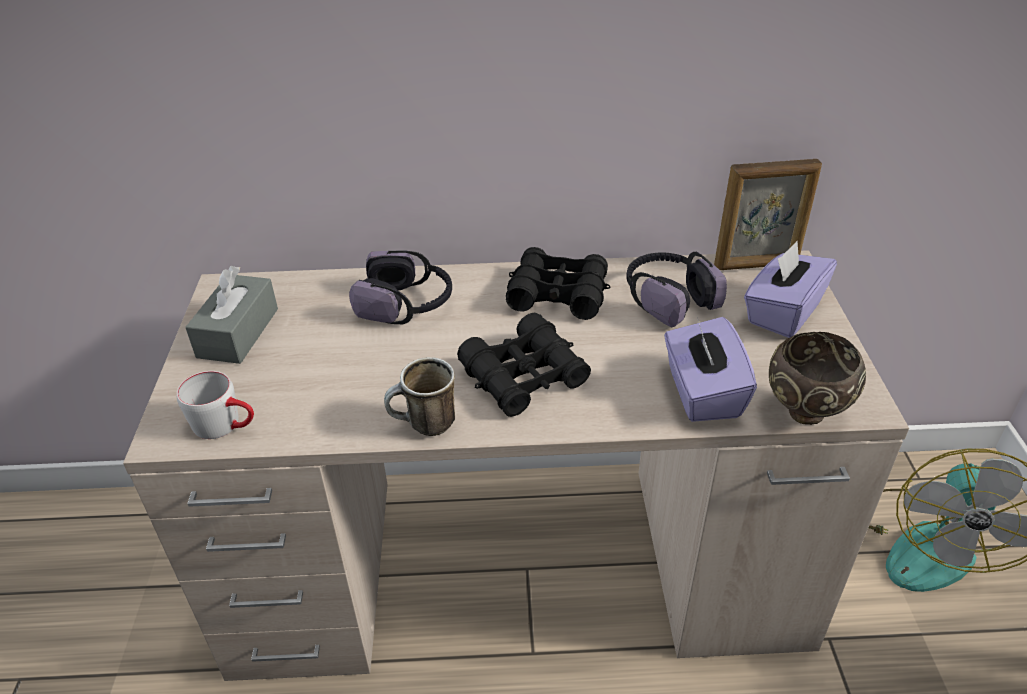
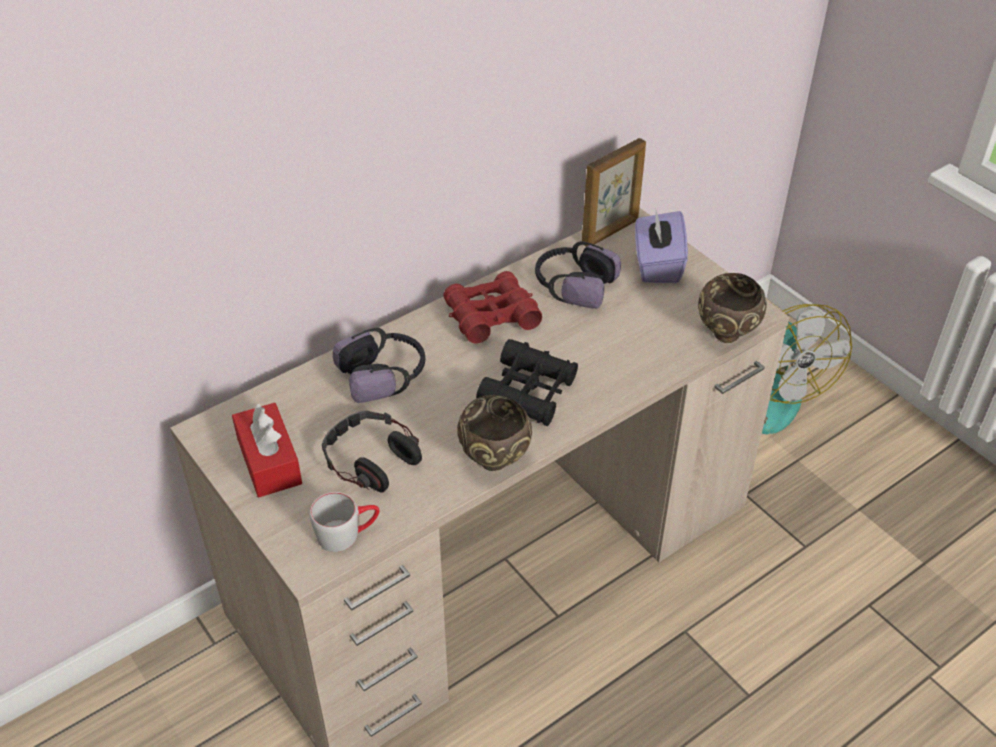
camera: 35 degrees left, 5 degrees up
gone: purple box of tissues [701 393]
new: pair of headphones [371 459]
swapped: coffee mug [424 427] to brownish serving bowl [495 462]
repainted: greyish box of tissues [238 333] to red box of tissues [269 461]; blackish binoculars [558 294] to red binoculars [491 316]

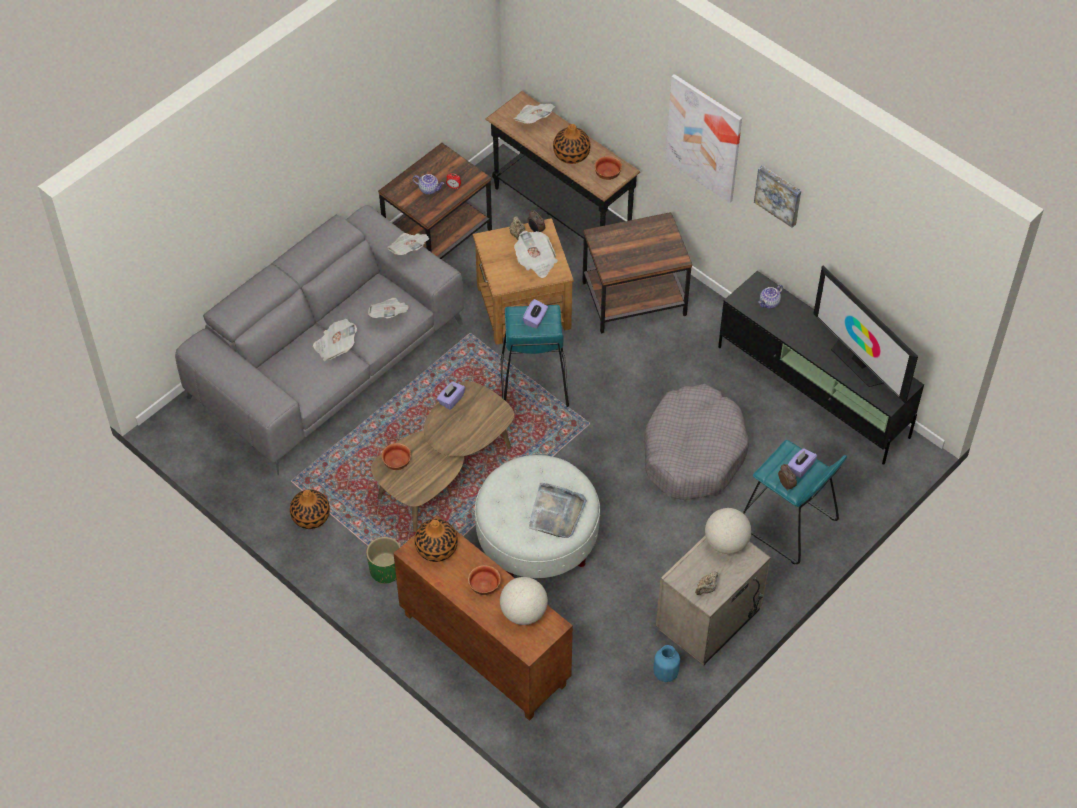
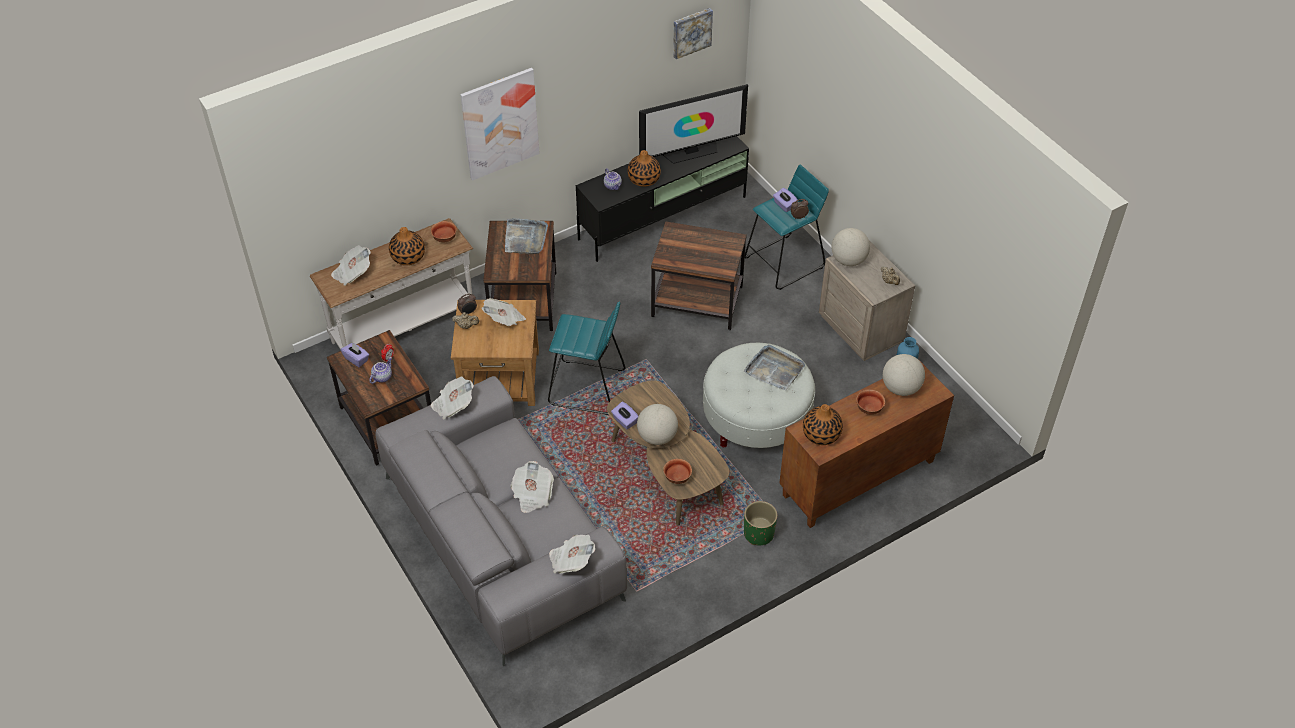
camera: 75 degrees left, 5 degrees down
new: greyish tray [525 238]; world globe [657 437]
shifted: purple box of tissues [535 319] to [356 359]; newspaper [389 315] to [571 560]; flower vase [311 516] to [644 179]; wall picture [779 195] to [691 32]
swapped: greyish pet bed [693 452] to brownish side table [697 301]
repainted: blackish narrow table [560 214] to white narrow table [404 329]

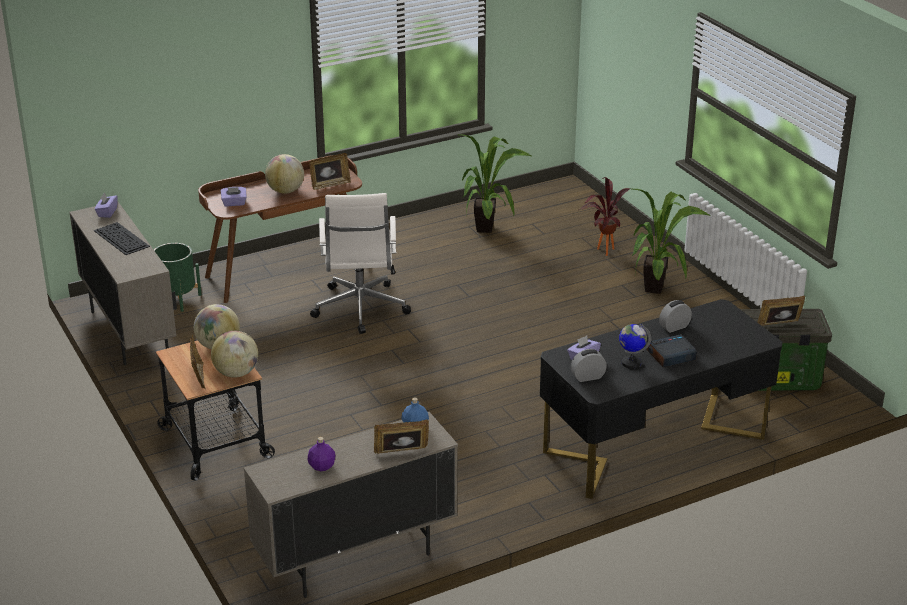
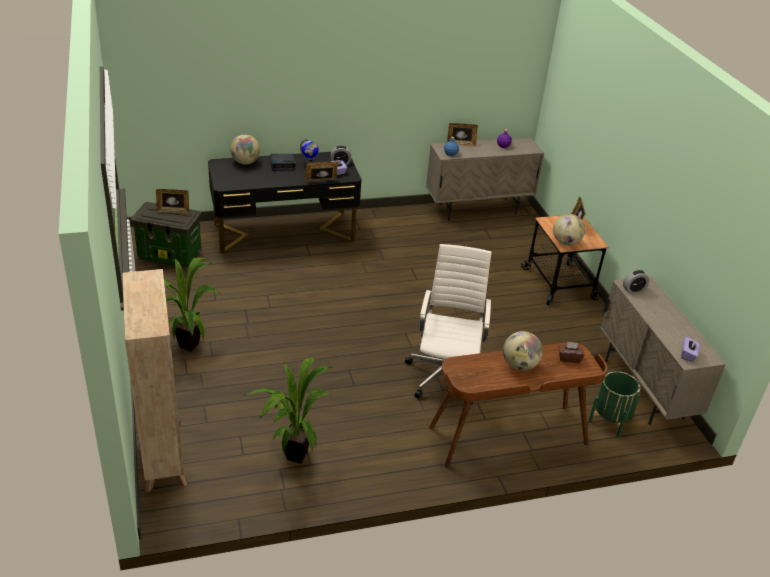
camera: 170 degrees left, 5 degrees up
gone: computer keyboard [120 238]; houseplant [601 250]
new: beige bookcase [163 453]
shifted: world globe [236 373] to [245 162]; photo frame [330 185] to [321 182]; table clock [674 327] to [633 289]
repainted: purple box of tissues [234 203] to brownish box of tissues [569 358]

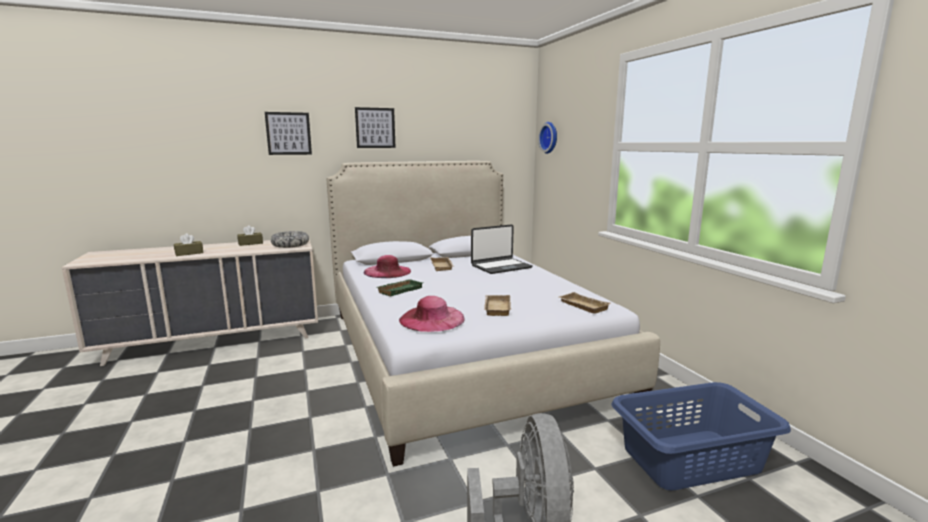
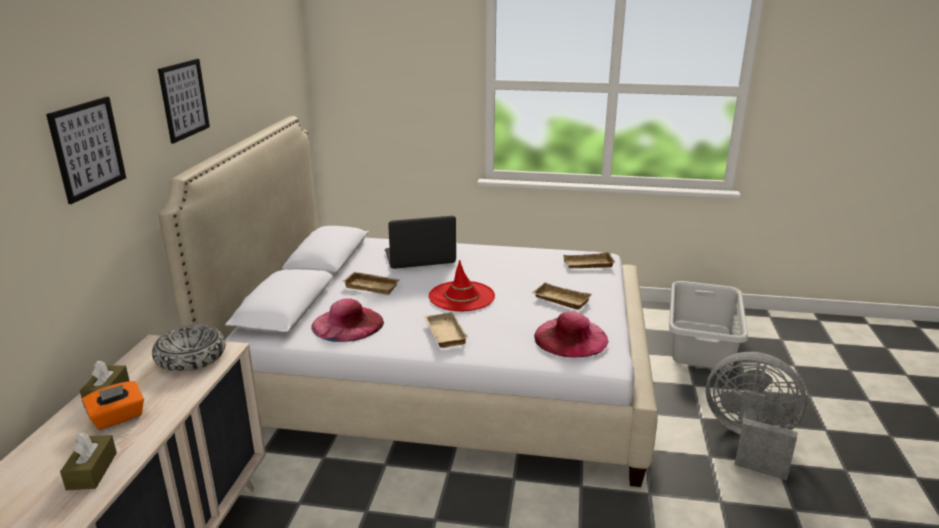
camera: 60 degrees left, 10 degrees up
gone: clock on the wall [550 137]
new: orange box of tissues [118 418]; red wearable hat [462 296]
repainted: greenish tray [399 290] to beige tray [443 333]; blue washing basket [692 459] to greyish washing basket [702 344]
rotated: portable computer [501 267] = [420 258] 105 degrees counterclockwise

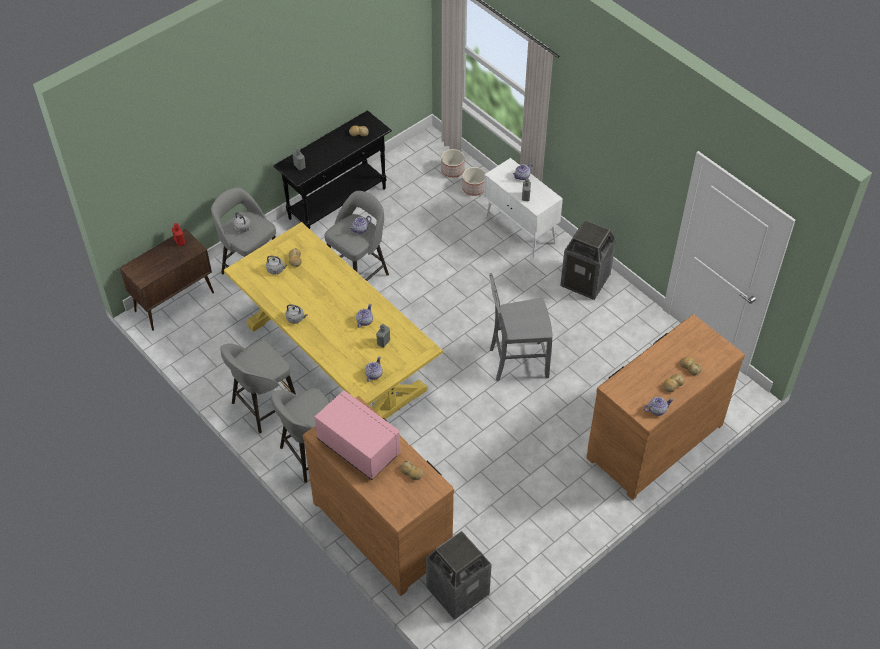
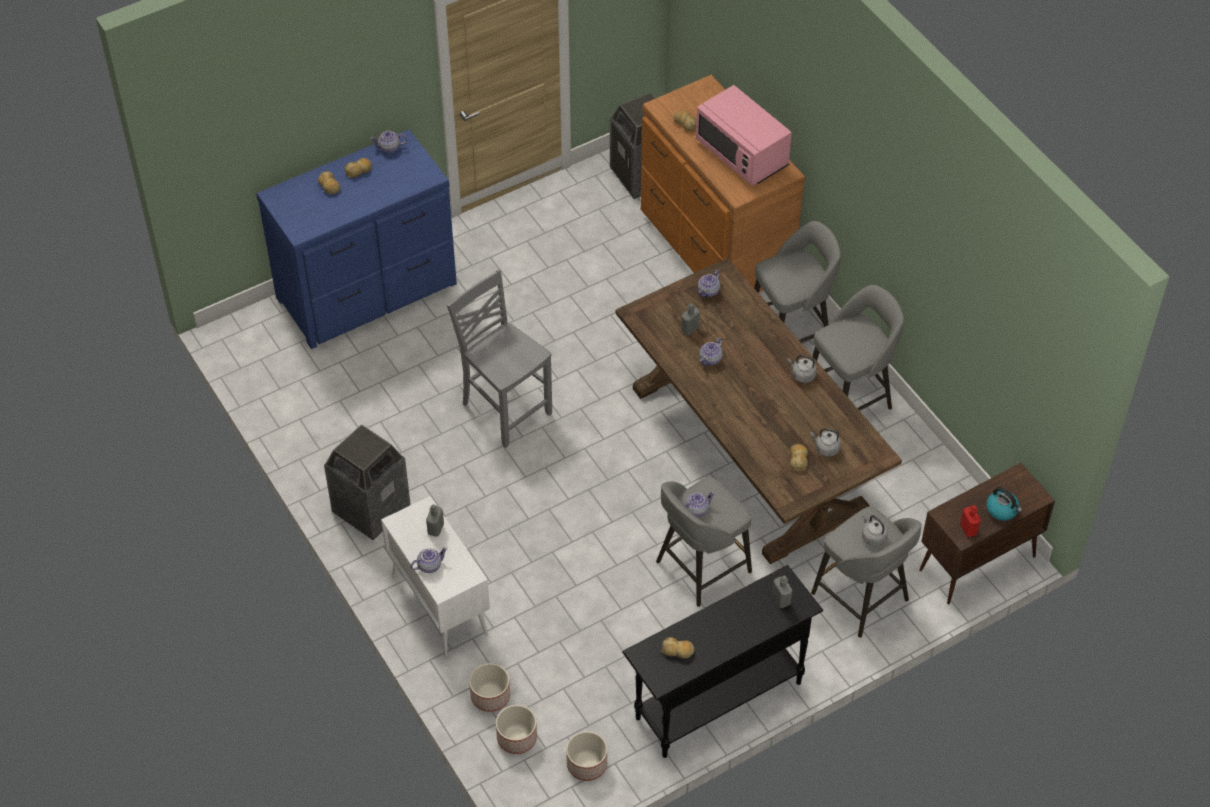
camera: 170 degrees left, 0 degrees up
new: planter [586 764]; water kettle [1002 510]
repainted: brownish dresser [652 440] to blue dresser [368 292]; yellowish kitchen table [334 357] to brownish kitchen table [750 449]
rotated: greyish chair [517 362] = [505 408] 135 degrees counterclockwise

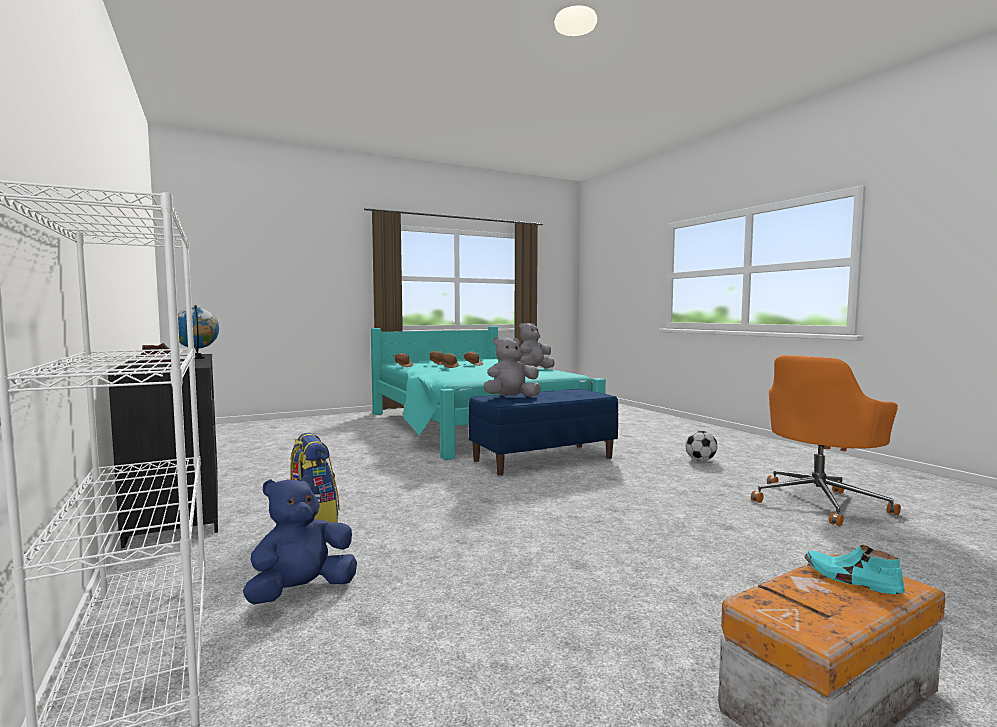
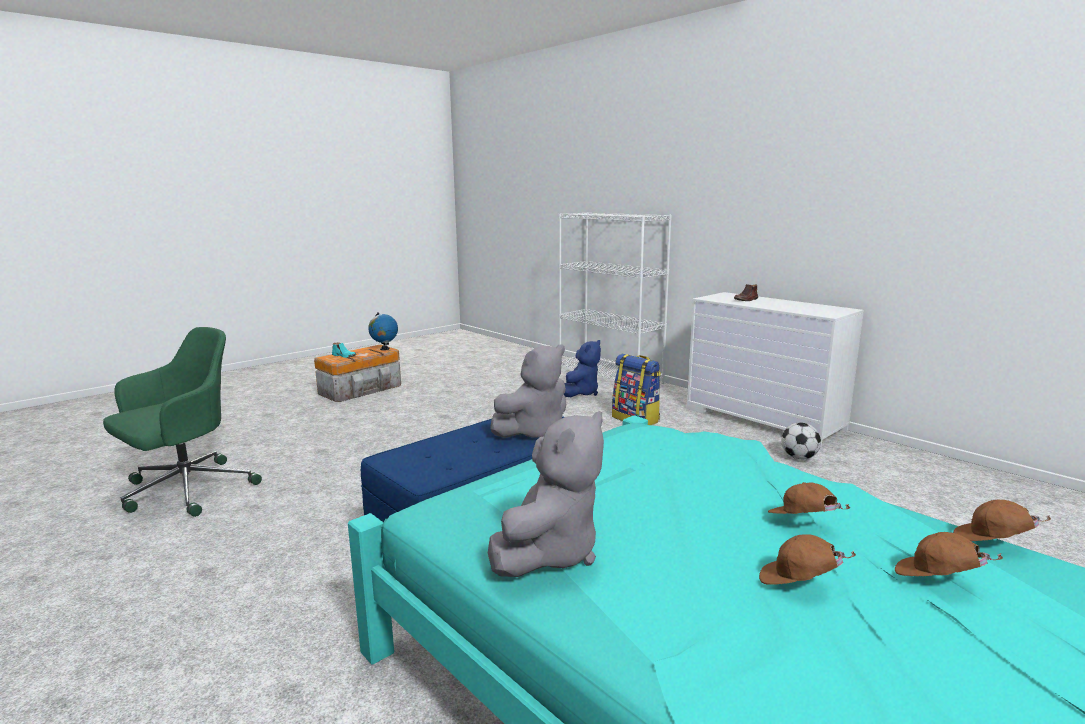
camera: 165 degrees right, 10 degrees up
shifted: world globe [197 358] to [384 349]; football [700 460] to [798 458]
repainted: orange desk chair [819 502] to greenish desk chair [186 490]; blackish dresser [176 507] to white dresser [764 419]

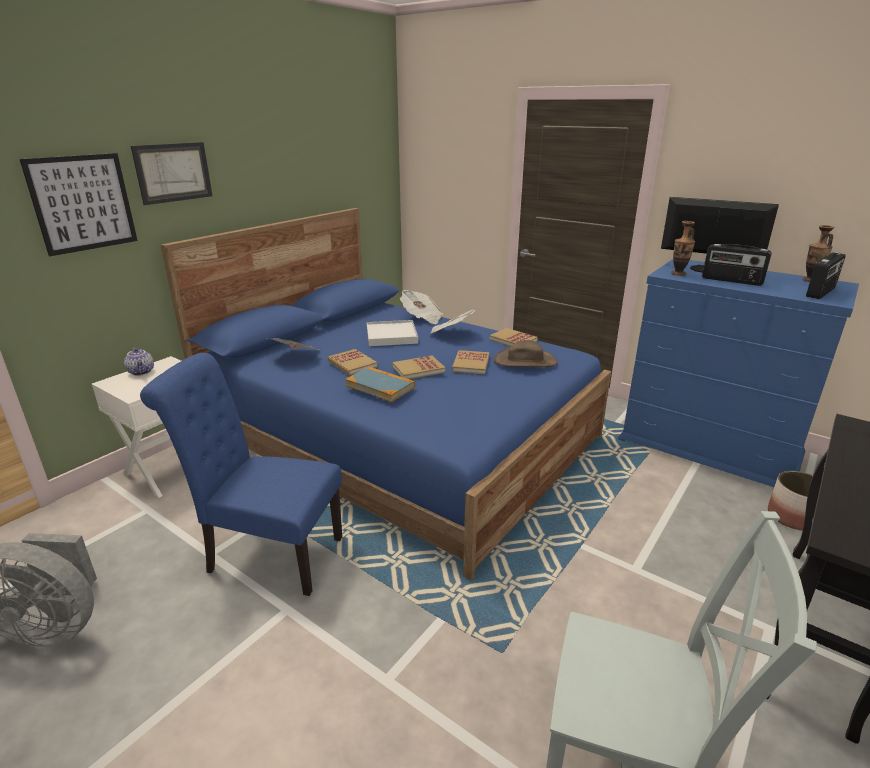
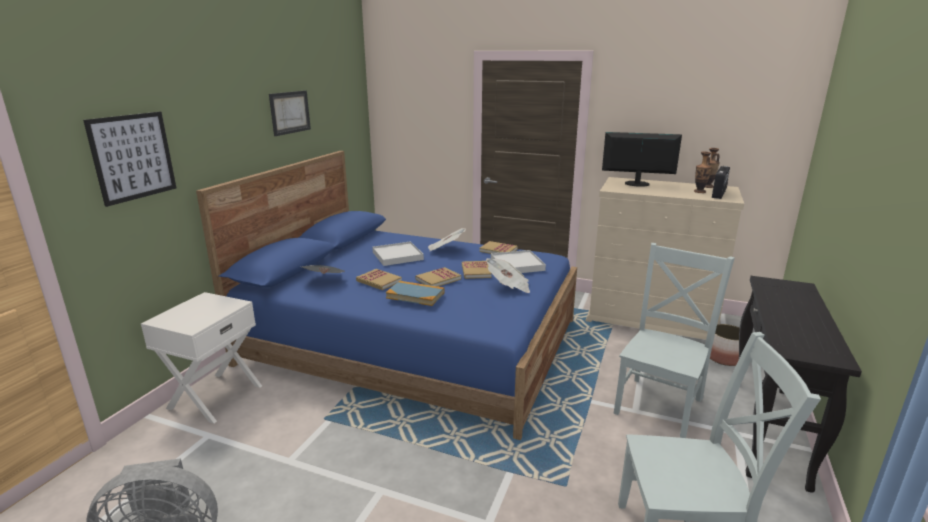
camera: 15 degrees left, 5 degrees down
gone: teapot [142 372]; blue chair [268 554]; radio set [732 281]
new: greyish chair [660 404]
shifted: wall picture [173 172] to [290 112]; newspaper [422 318] to [508 287]; flower vase [678 274] to [699 192]
swapped: brownish wearable hat [525 361] to white tray [517 264]
repainted: blue dresser [709 447] to beige dresser [652 318]

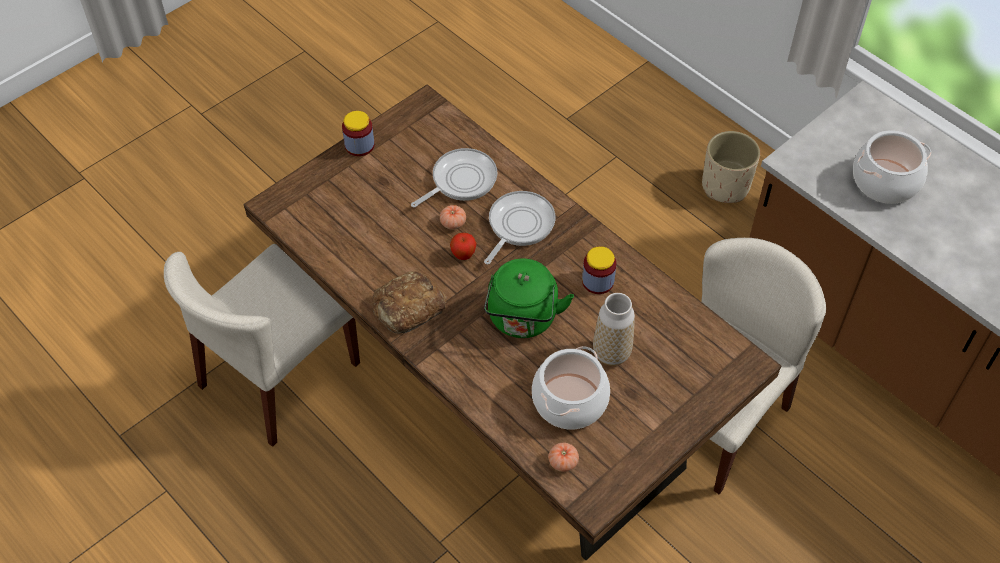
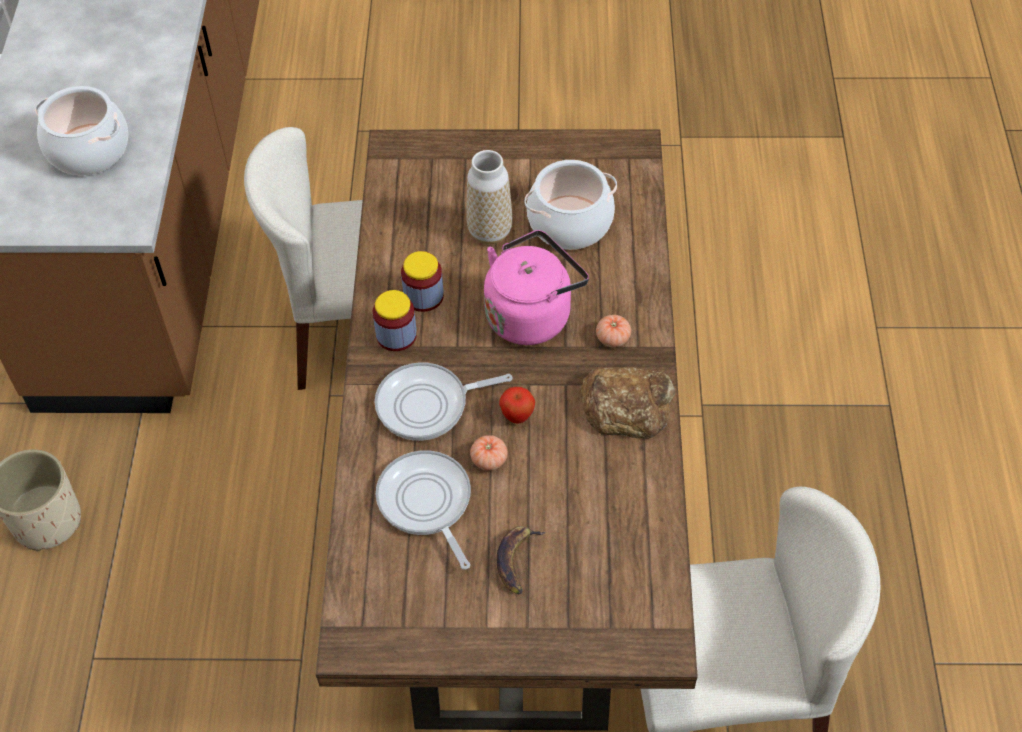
camera: 135 degrees left, 0 degrees up
new: whole banana [517 560]
shifted: preserve jar [359 145] to [396 335]; whole tomato [563 462] to [612 338]
repainted: greenish water kettle [522 320] to pink-coloured water kettle [532 314]
rotated: pan [460 180] = [426 503] 60 degrees clockwise

